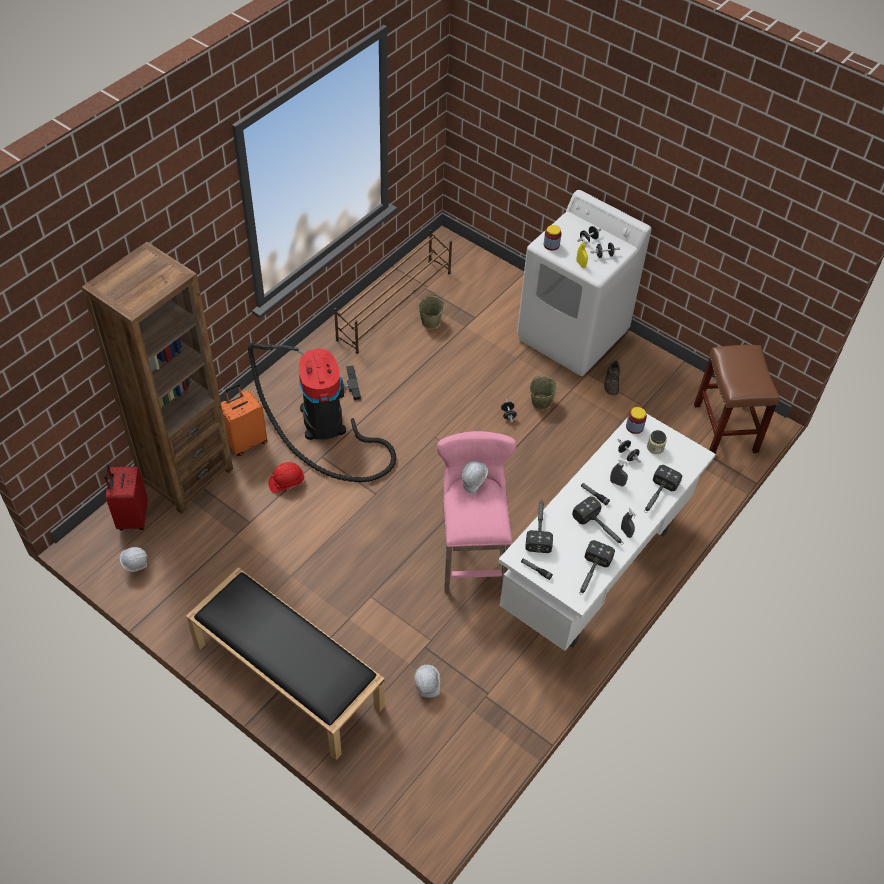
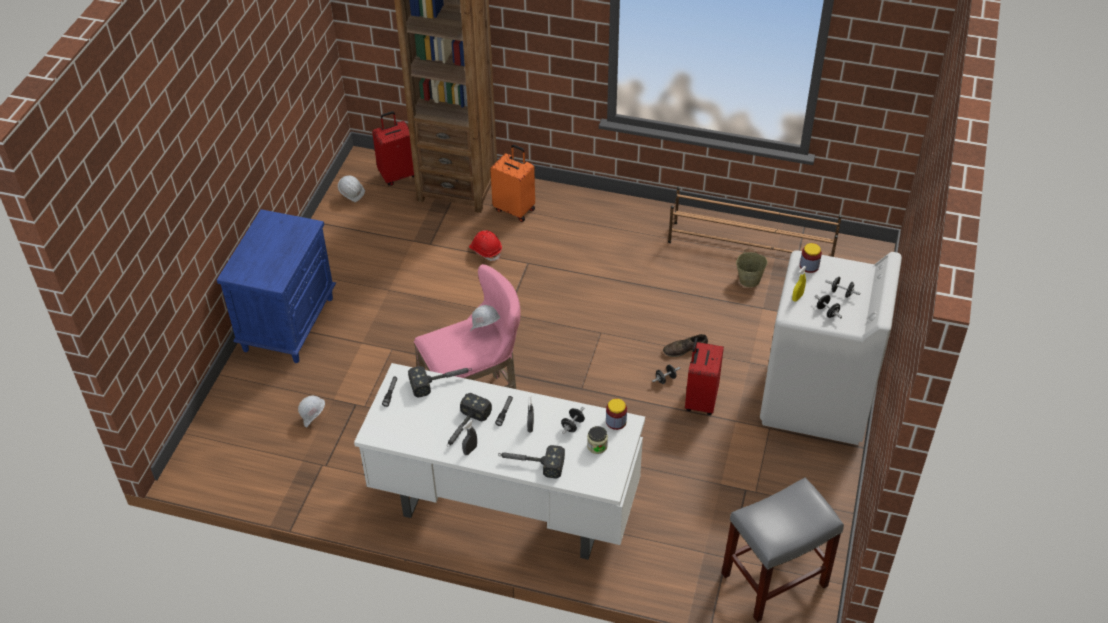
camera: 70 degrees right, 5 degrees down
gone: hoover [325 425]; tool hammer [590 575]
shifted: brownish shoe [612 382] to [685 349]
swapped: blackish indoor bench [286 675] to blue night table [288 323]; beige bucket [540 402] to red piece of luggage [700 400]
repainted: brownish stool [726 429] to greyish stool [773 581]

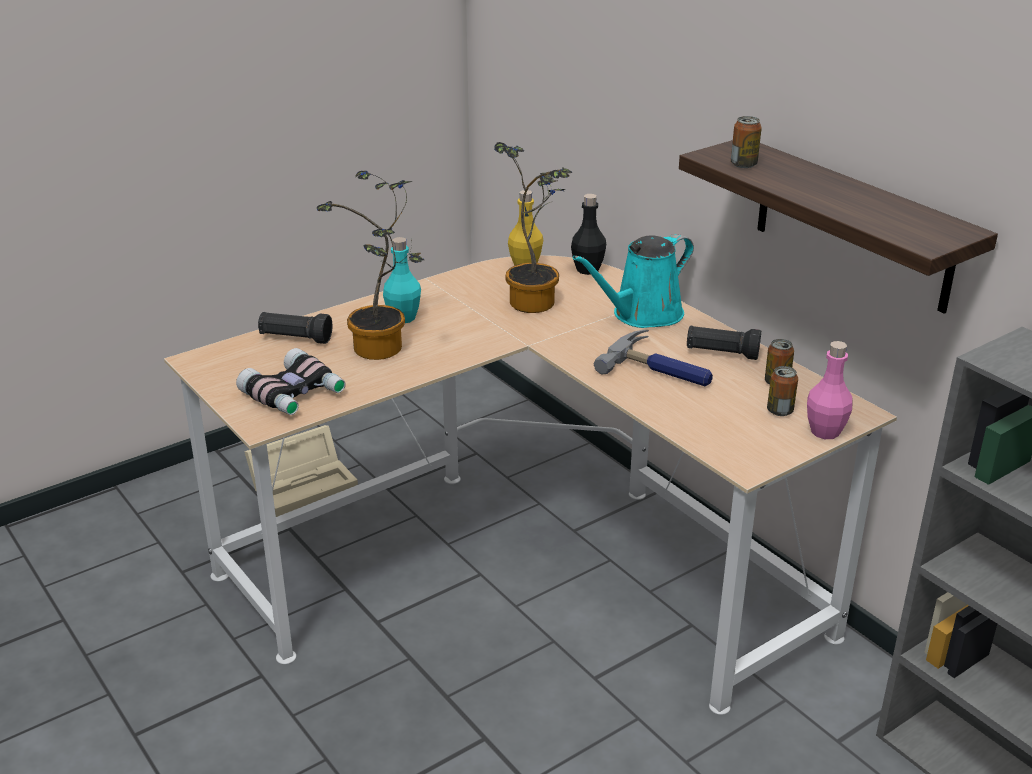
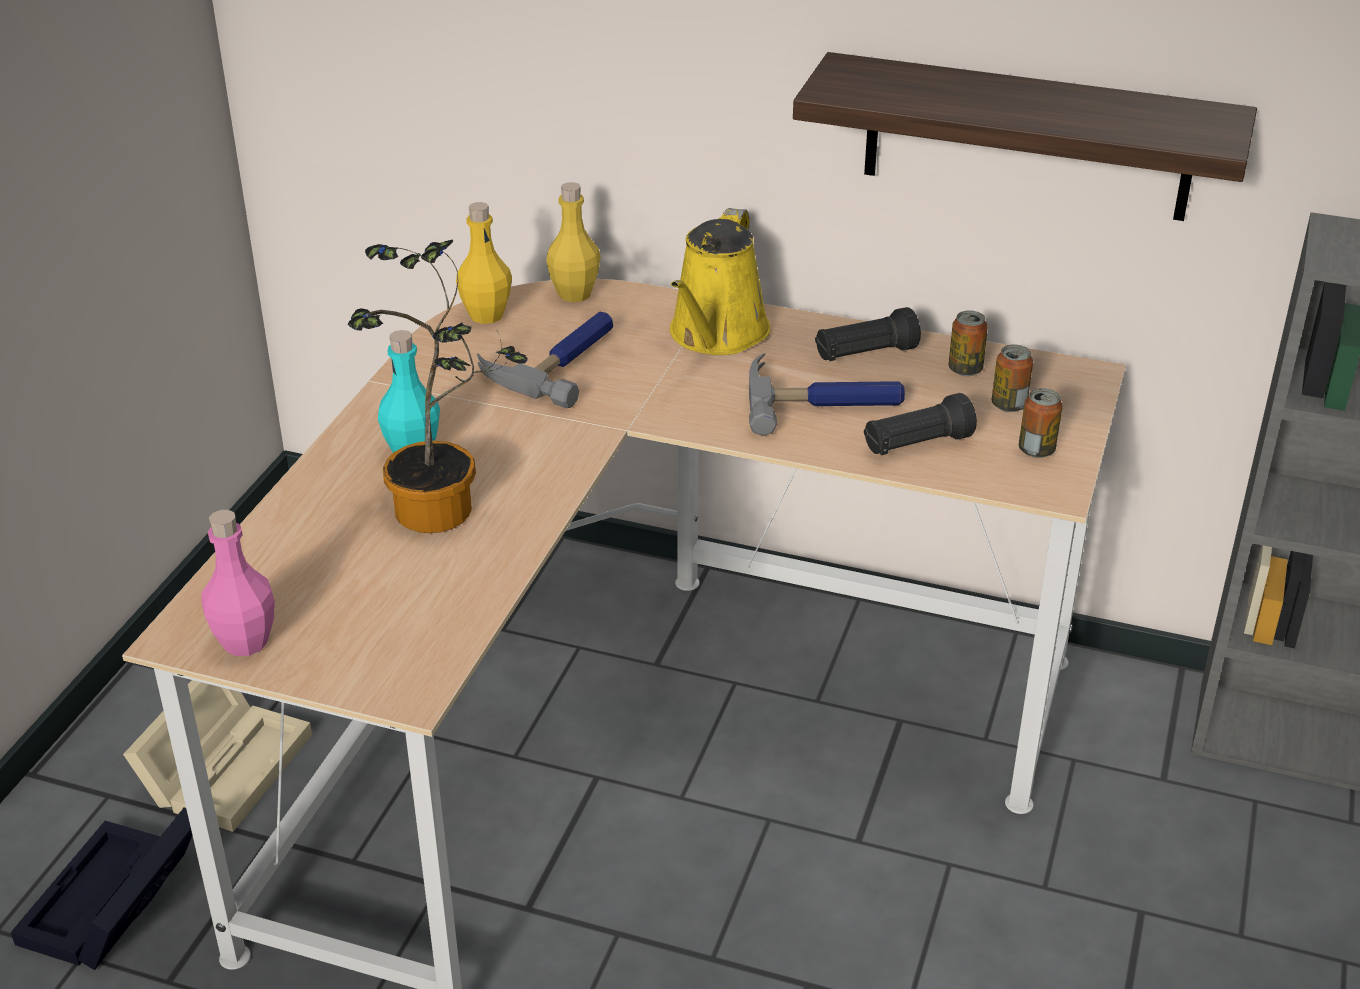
camera: 35 degrees left, 5 degrees up
gone: binoculars [295 394]
new: blackish storage box [113 907]
shifted: pink-coloured beverage bottle [825 432] to [245 642]; blackish torch [295 338] to [916 445]; can [743 164] to [1036 450]
swapped: houseplant [535 300] to tool hammer [559 361]
repainted: blackish beverage bottle [587 270] to yellowish beverage bottle [574 294]; turquoise watering can [642 315] to yellowish watering can [716 335]

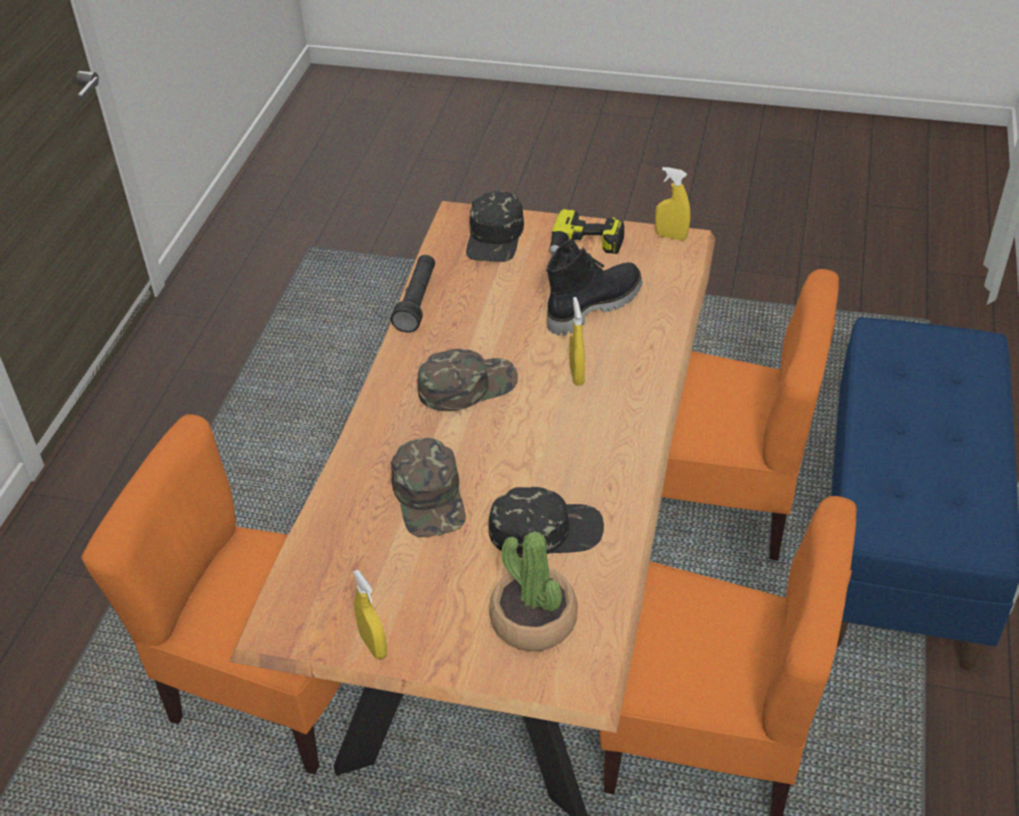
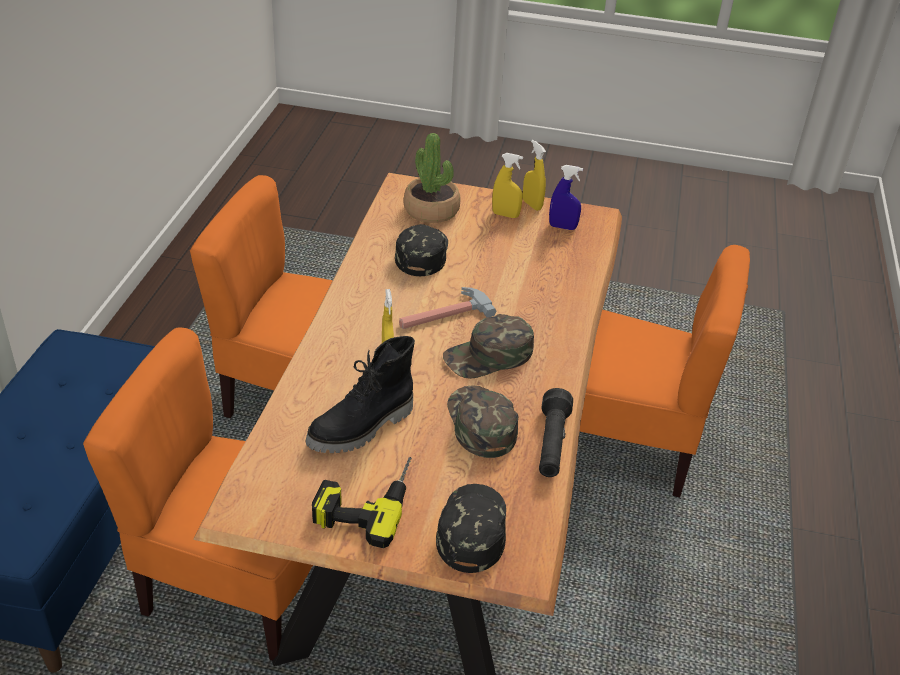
camera: 175 degrees right, 5 degrees down
new: tool hammer [443 314]; blue spray bottle [562 227]
shifted: greenish cap [430 496] to [480 423]; yellowish spray bottle [671 236] to [505 215]
rotated: blackish cap [546 529] = [421 253] 105 degrees clockwise

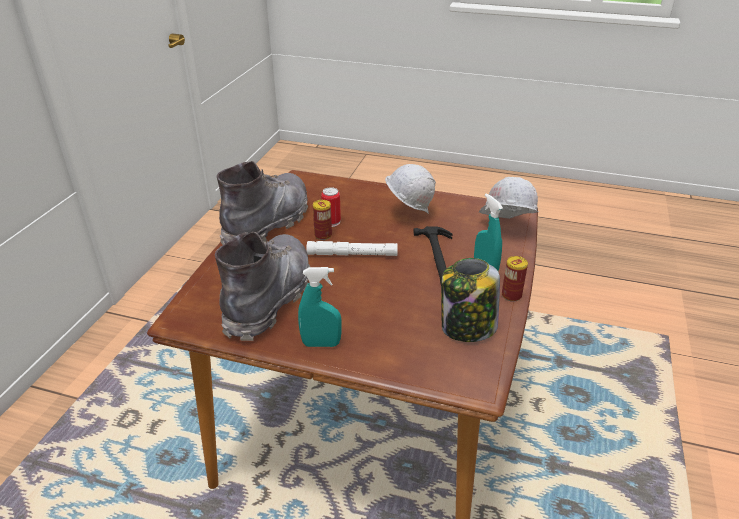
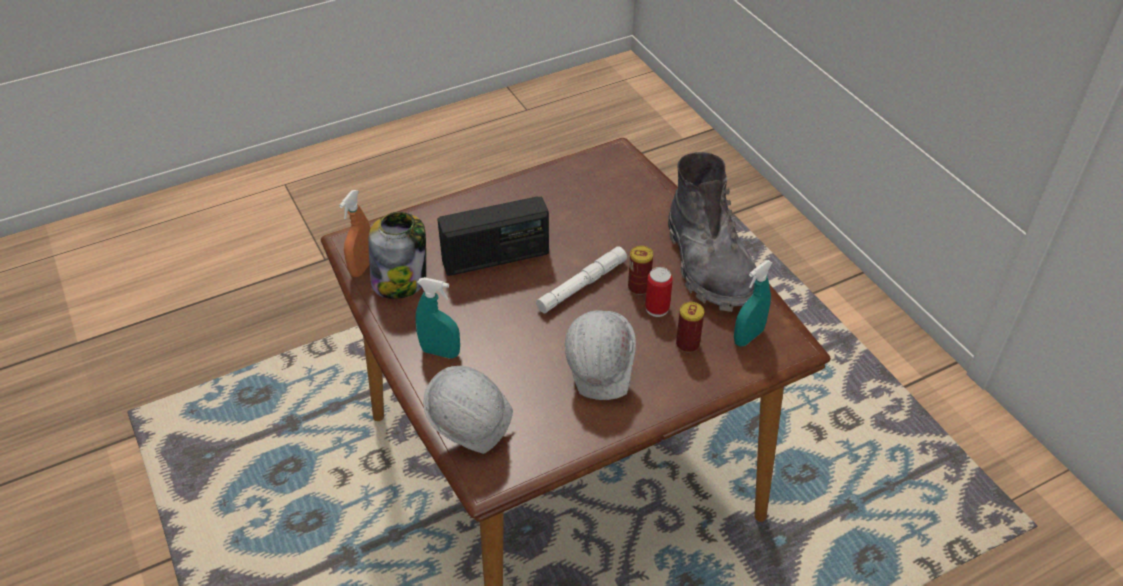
camera: 135 degrees right, 10 degrees up
gone: greyish high-top boot [269 298]; tool hammer [438 258]
new: orange spray bottle [362 267]; radio set [496 257]
shifted: can [511 295] to [687 344]; turquoise spray bottle [321 344] to [748 337]

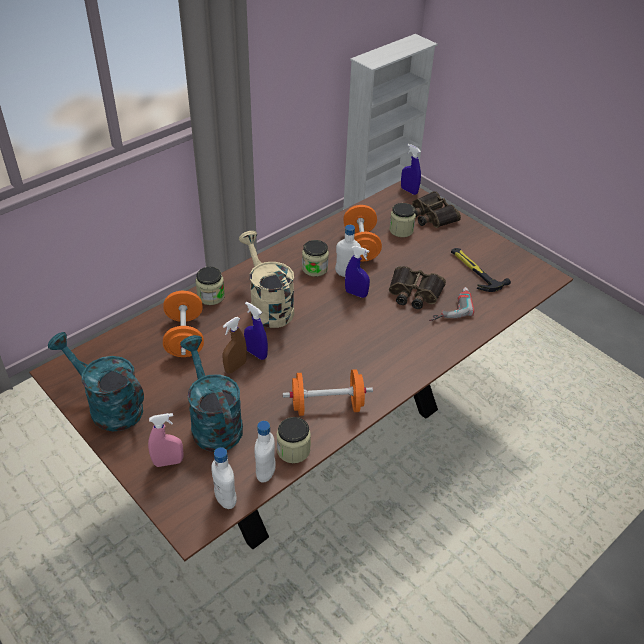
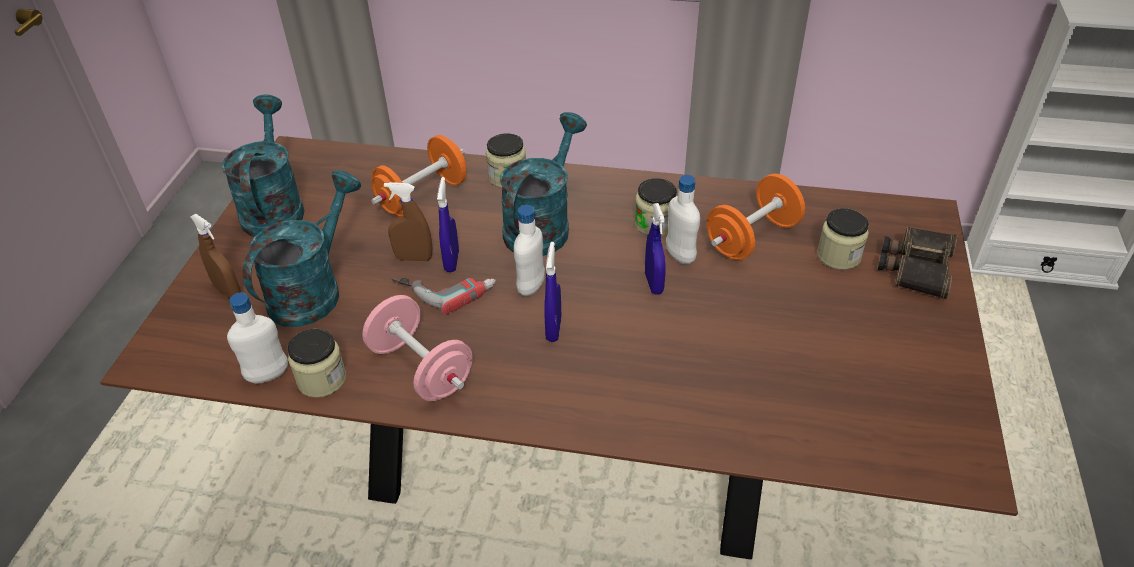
camera: 55 degrees right, 0 degrees up
gone: binoculars [414 293]; tool hammer [475 271]
shifted: electric drill [448 307] to [445 287]; white beverage bottle [225 499] to [531 286]; blue spray bottle [409 191] to [553 329]
repainted: pink-coloured spray bottle [168 462] to brownish spray bottle [228 291]; orange hand weight [327 406] to pink-coloured hand weight [421 368]; beige watering can [268 306] to turquoise watering can [542 225]

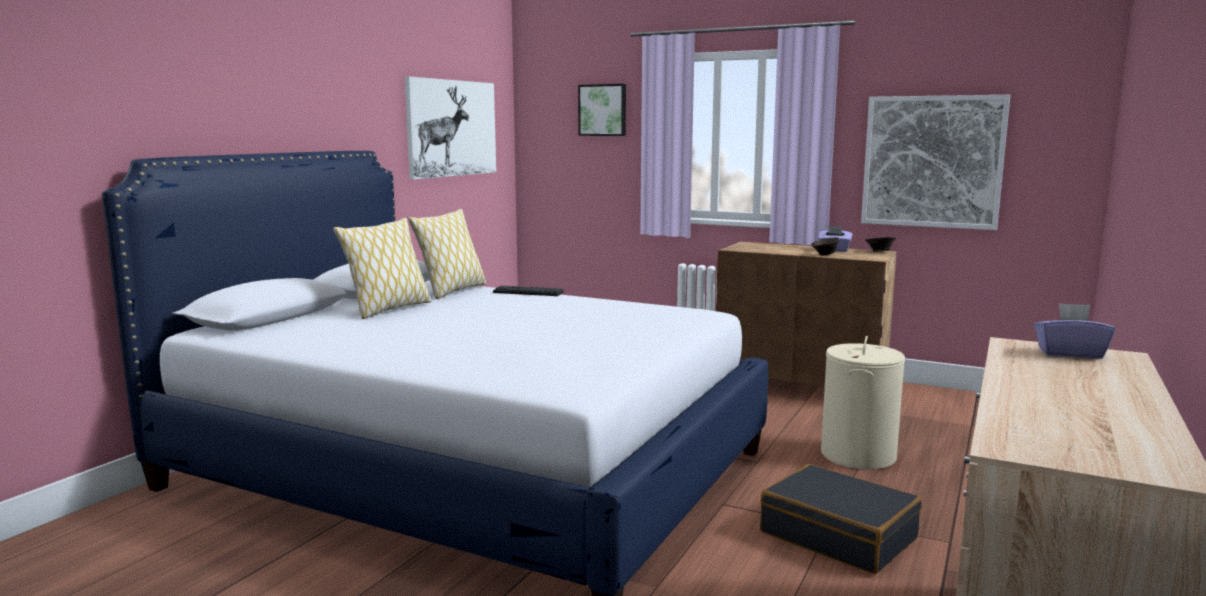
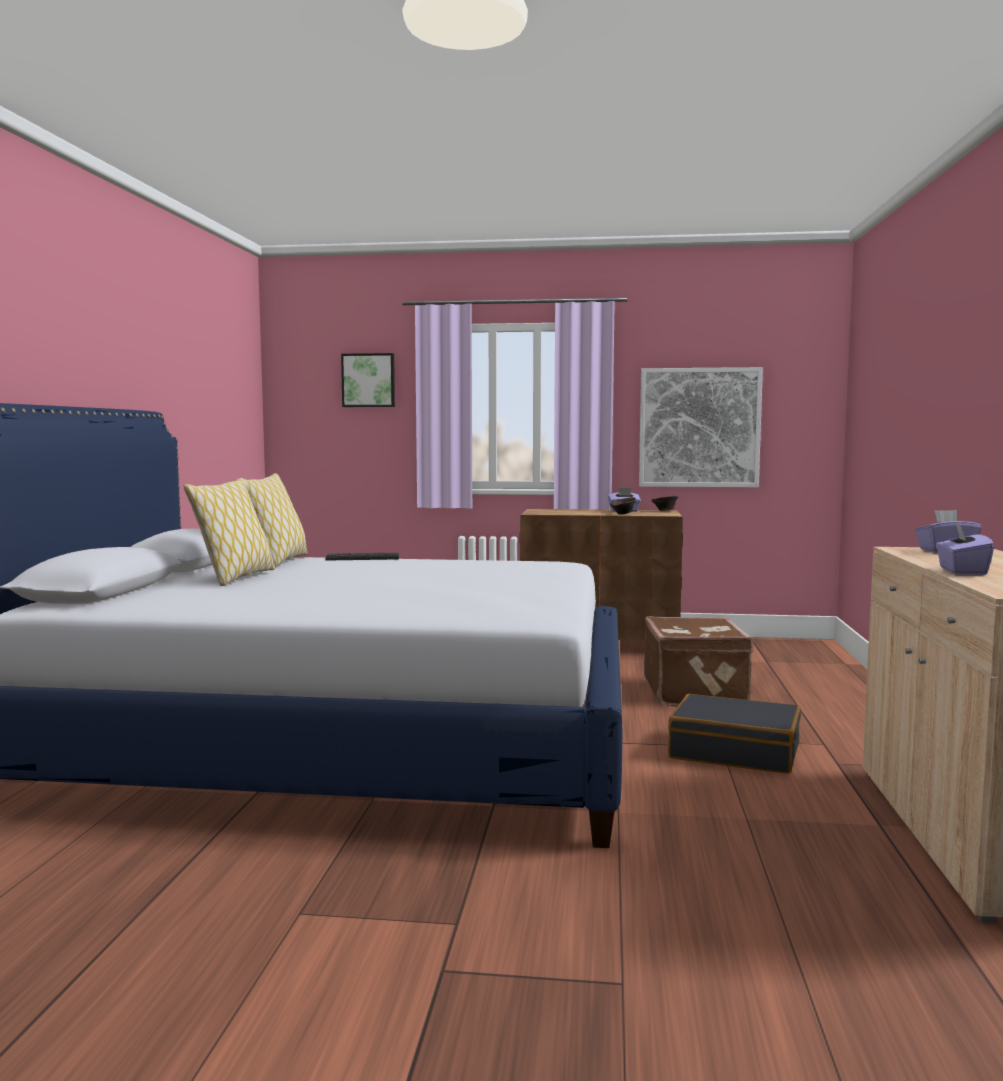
camera: 20 degrees left, 5 degrees down
gone: wall picture [452 128]
new: purple box of tissues [961 571]
swapped: beige washing basket [858 455] to brownish piece of luggage [696 692]

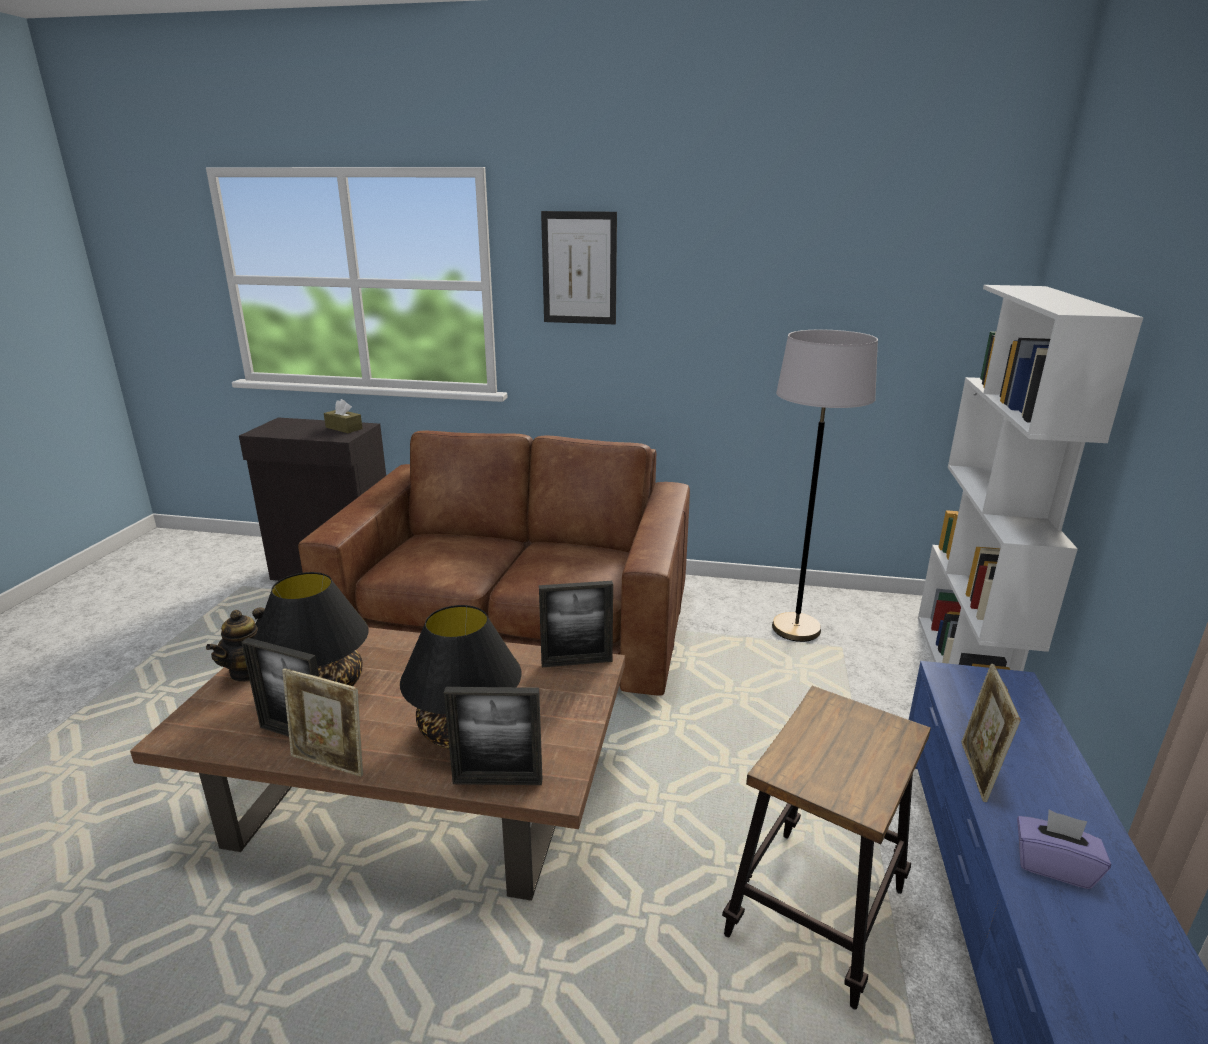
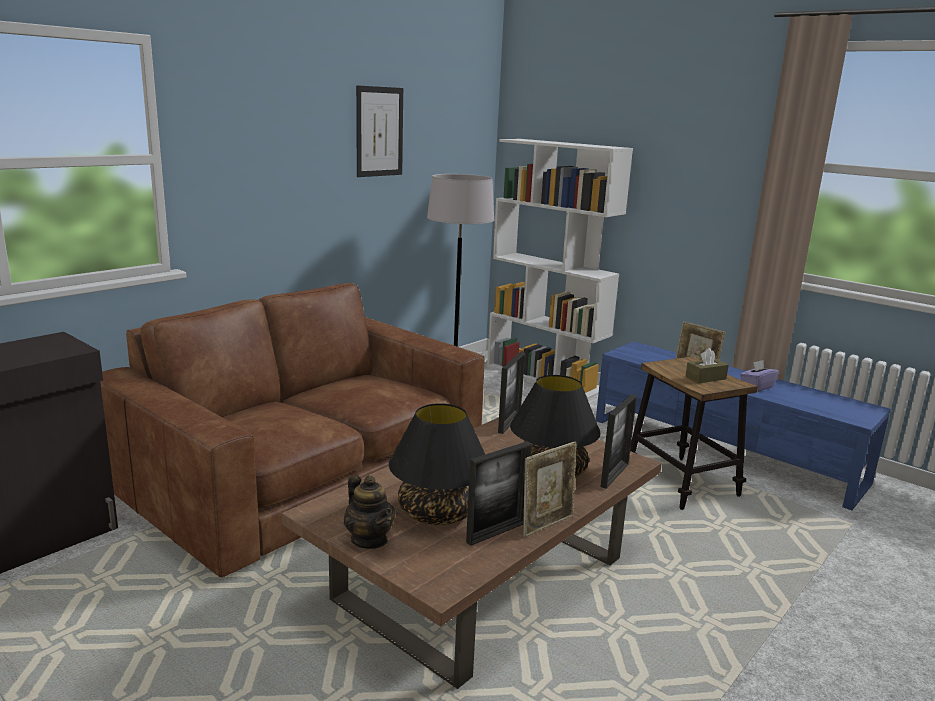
camera: 60 degrees left, 5 degrees down
shifted: wall picture [579 268] to [379 132]; brownish box of tissues [344 428] to [705 378]

